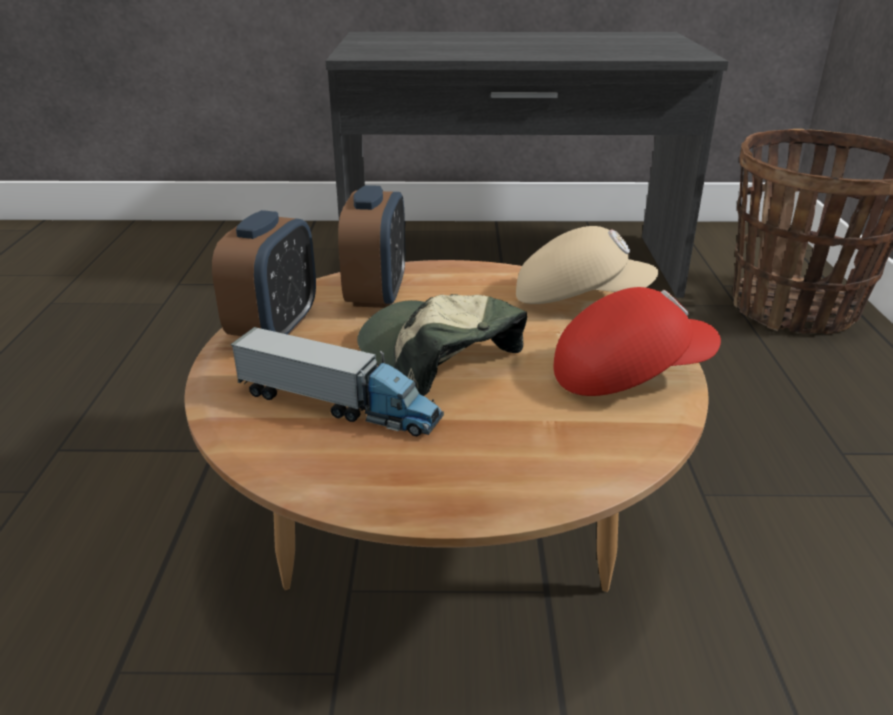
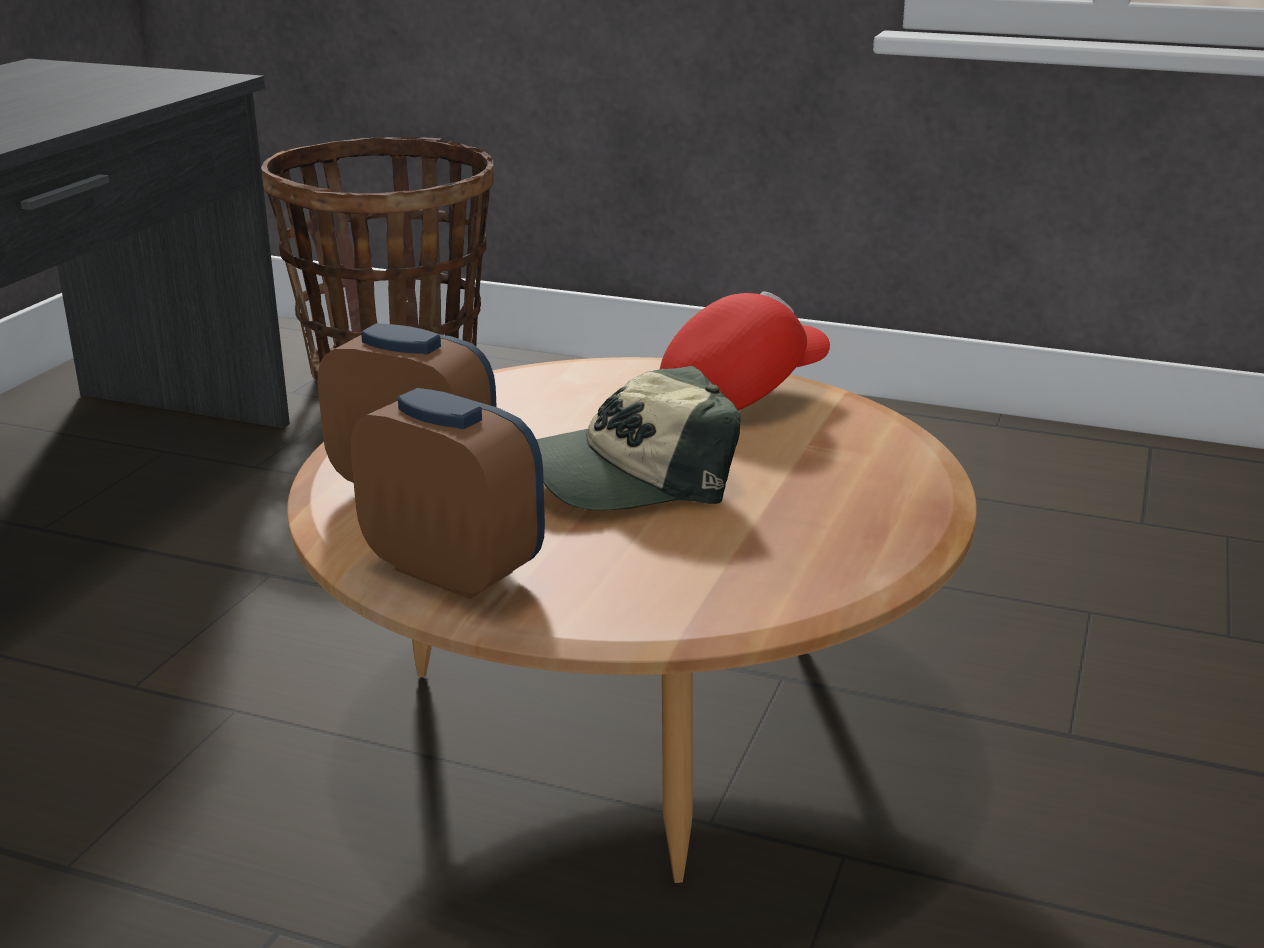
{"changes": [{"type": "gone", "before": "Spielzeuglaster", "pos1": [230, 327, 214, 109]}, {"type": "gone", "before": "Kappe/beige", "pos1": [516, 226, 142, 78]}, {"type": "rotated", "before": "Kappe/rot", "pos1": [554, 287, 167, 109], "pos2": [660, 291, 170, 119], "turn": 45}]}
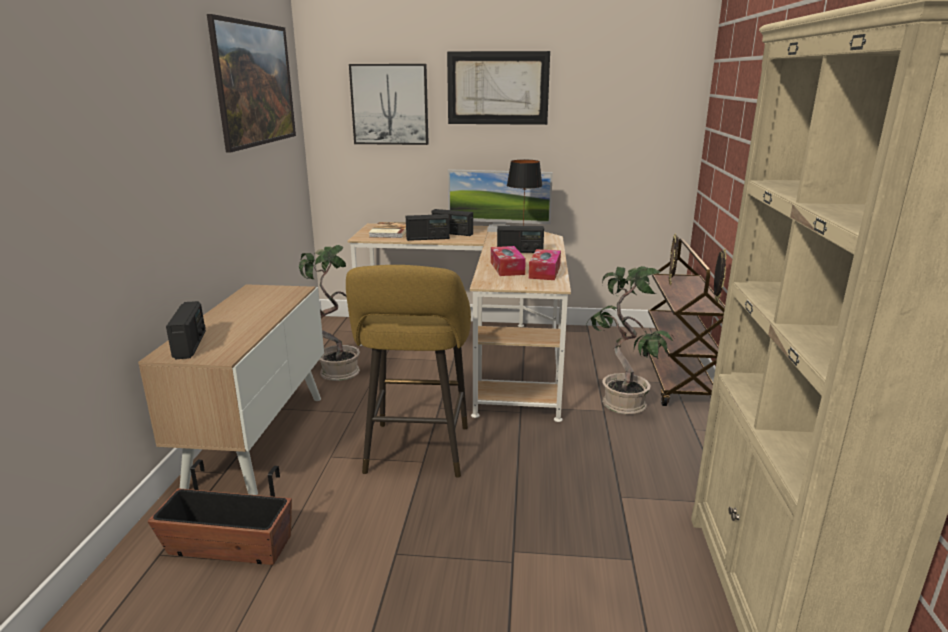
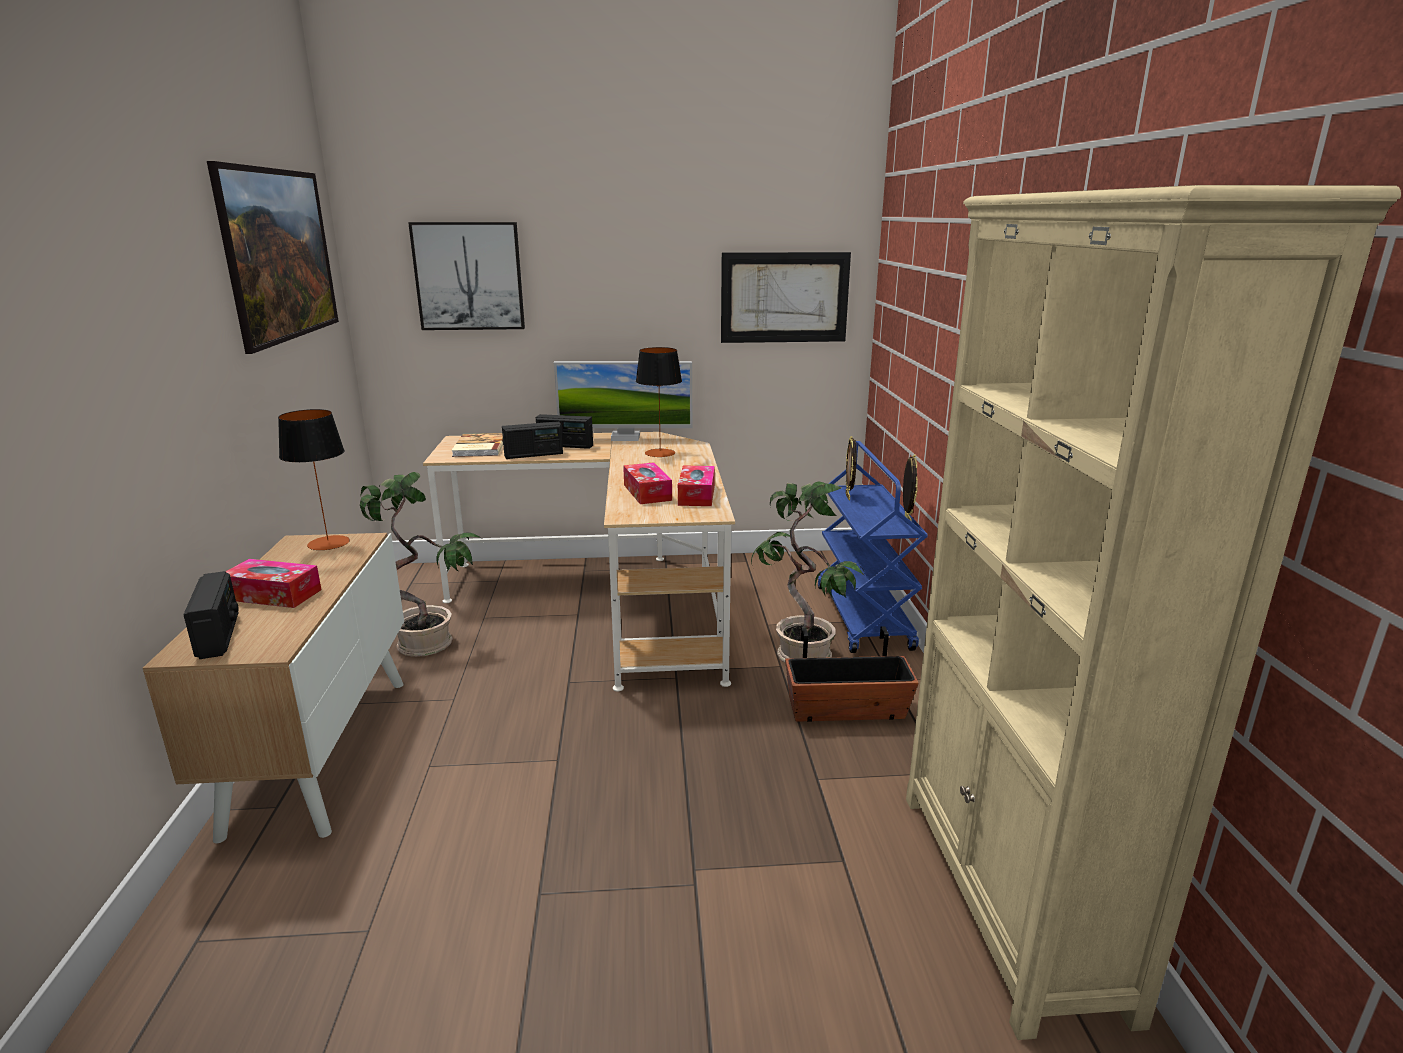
{"changes": [{"type": "gone", "before": "Hocker/gelb", "pos1": [346, 265, 125, 213]}, {"type": "gone", "before": "Radio", "pos1": [497, 226, 47, 27]}, {"type": "new", "after": "Taschentuchbox", "pos2": [226, 559, 96, 49]}, {"type": "new", "after": "Tischlampe", "pos2": [278, 409, 72, 141]}, {"type": "shifted", "before": "Pflanzkübel", "pos1": [147, 460, 145, 105], "pos2": [785, 626, 134, 96]}, {"type": "shifted", "before": "Bild", "pos1": [447, 51, 103, 74], "pos2": [721, 252, 130, 91]}, {"type": "repainted", "before": "Rollwagen/braun", "after": "Rollwagen/blau", "pos1": [643, 239, 82, 167], "pos2": [818, 441, 110, 212]}]}
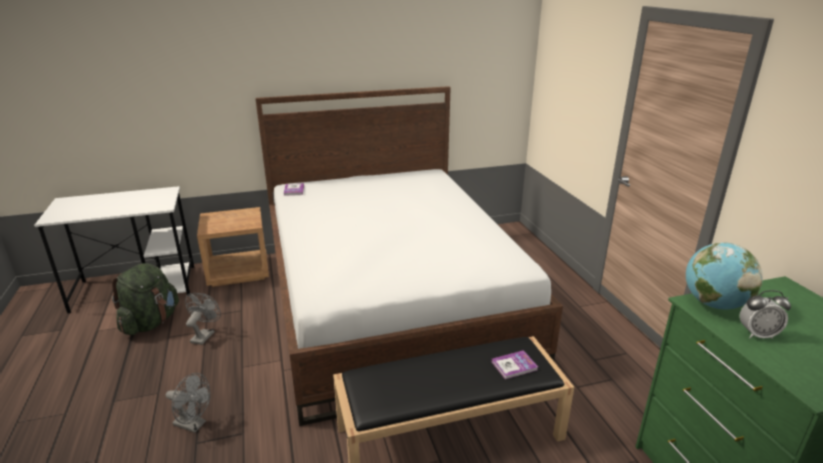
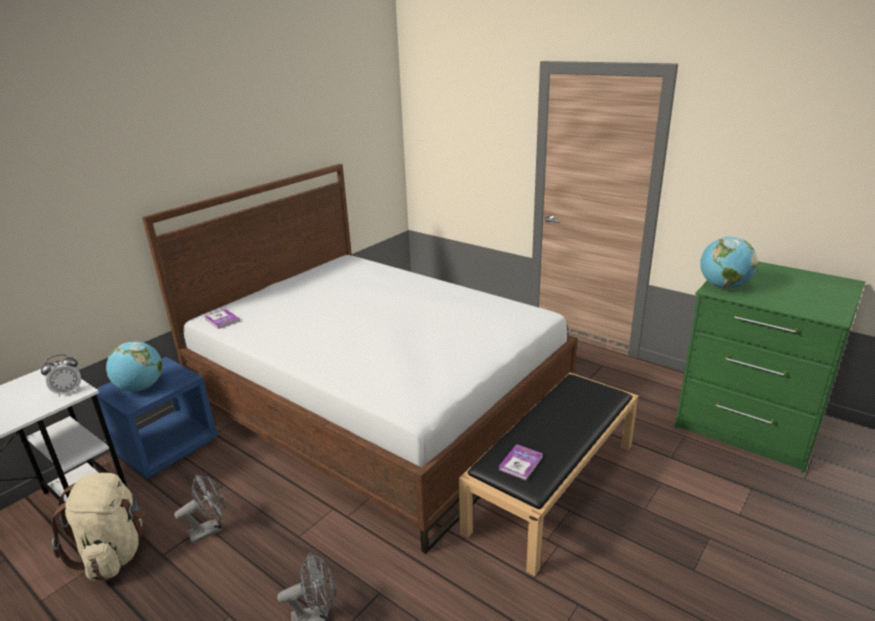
{"changes": [{"type": "new", "after": "Globus", "pos2": [106, 341, 56, 51]}, {"type": "shifted", "before": "Buch", "pos1": [491, 350, 47, 29], "pos2": [498, 444, 45, 36]}, {"type": "shifted", "before": "Wecker", "pos1": [740, 290, 51, 49], "pos2": [41, 354, 40, 43]}, {"type": "repainted", "before": "Rucksack/grün", "after": "Rucksack/beige", "pos1": [112, 263, 67, 72], "pos2": [52, 473, 92, 108]}, {"type": "repainted", "before": "Nachttisch/braun", "after": "Nachttisch/blau", "pos1": [197, 207, 72, 80], "pos2": [96, 357, 122, 121]}, {"type": "rotated", "before": "Ventilator/grau", "pos1": [185, 293, 36, 52], "pos2": [174, 475, 51, 69], "turn": 75}]}
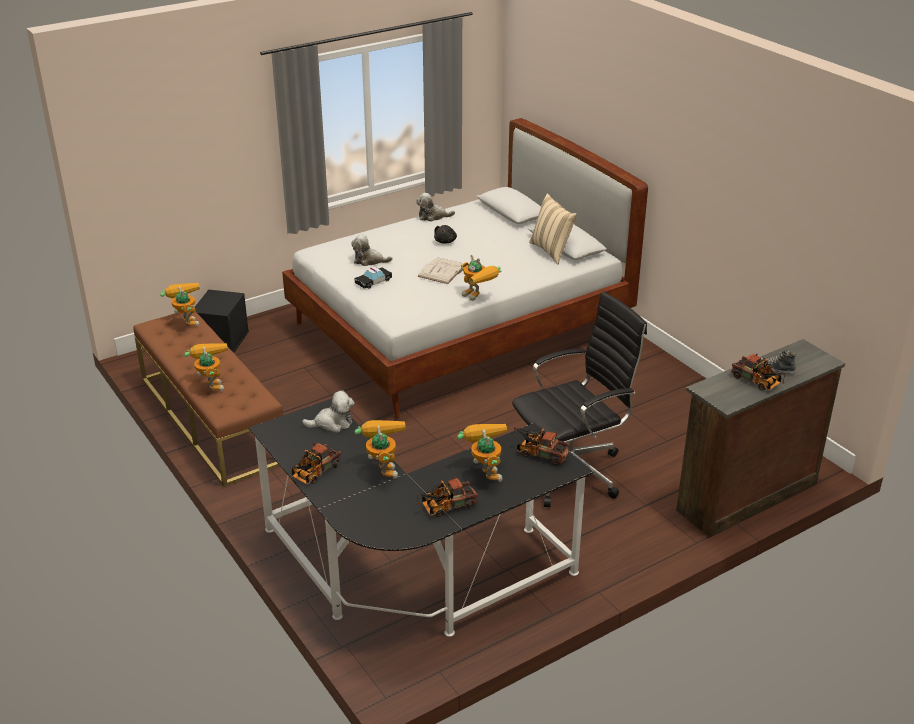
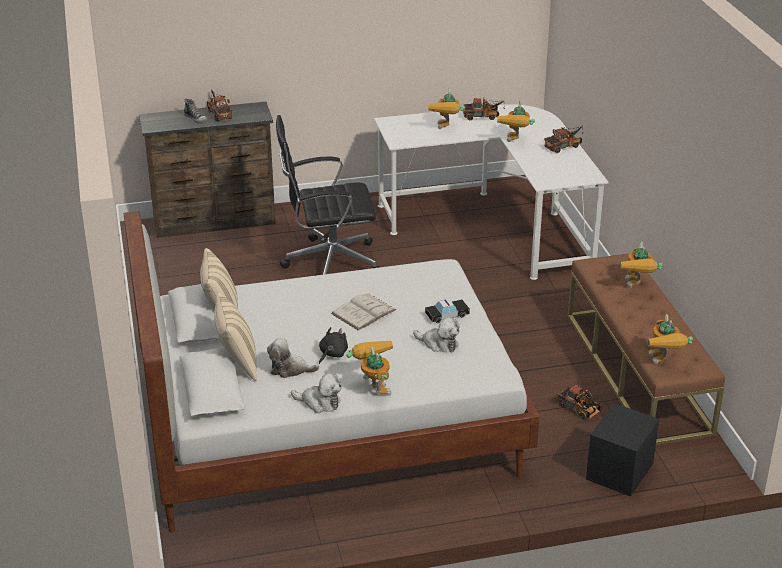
{"changes": [{"type": "new", "after": "Kissen/beige", "pos2": [214, 293, 43, 88]}, {"type": "shifted", "before": "Plüschtier", "pos1": [302, 390, 53, 43], "pos2": [267, 338, 52, 40]}, {"type": "shifted", "before": "Spielzeugroboter", "pos1": [461, 255, 40, 46], "pos2": [347, 340, 46, 56]}, {"type": "shifted", "before": "Spielzeuglaster", "pos1": [512, 427, 57, 38], "pos2": [557, 384, 45, 35]}, {"type": "repainted", "before": "Schreibtisch/schwarz", "after": "Schreibtisch/weiß", "pos1": [249, 398, 344, 239], "pos2": [374, 104, 235, 176]}]}
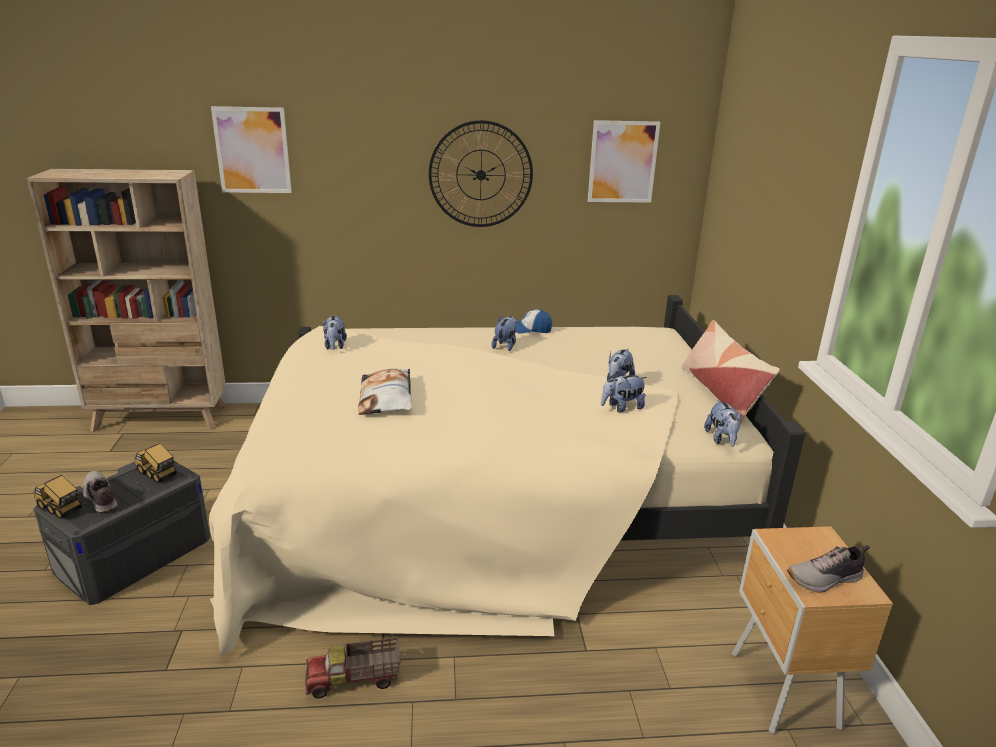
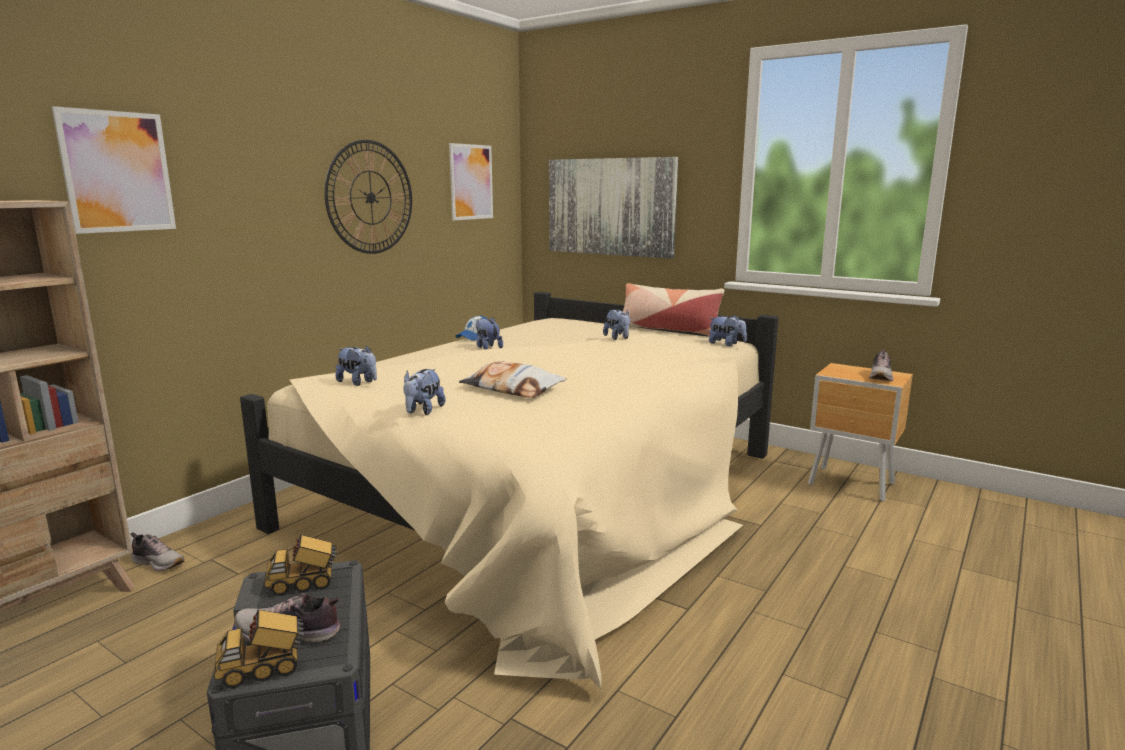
{"changes": [{"type": "gone", "before": "Spielzeuglaster", "pos1": [305, 637, 96, 62]}, {"type": "new", "after": "Schuh", "pos2": [131, 532, 54, 40]}, {"type": "new", "after": "Bild", "pos2": [549, 157, 129, 102]}, {"type": "shifted", "before": "Plüschtier", "pos1": [601, 372, 46, 40], "pos2": [403, 369, 42, 46]}]}
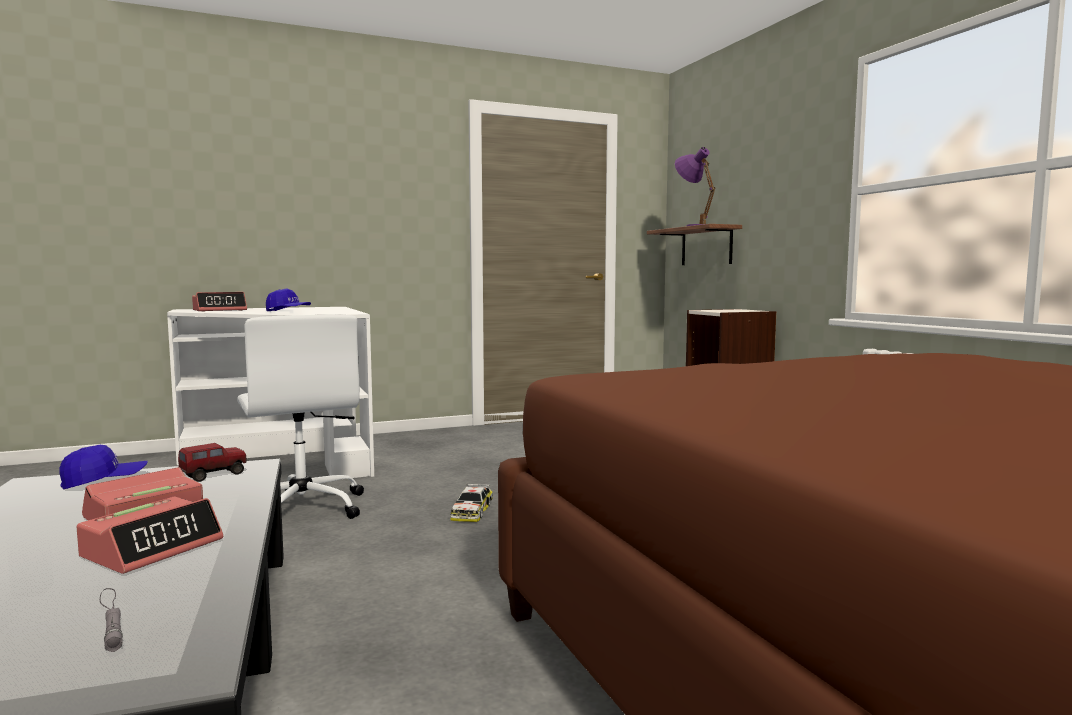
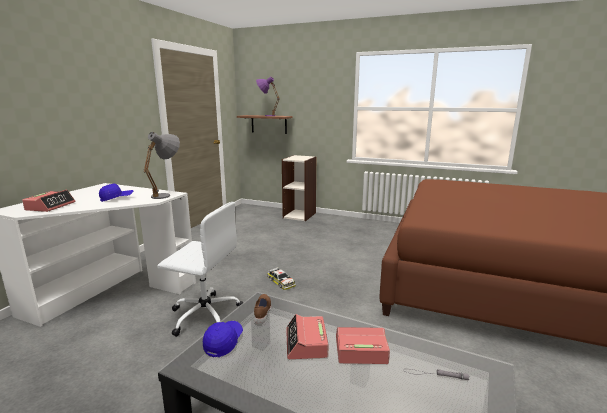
{"changes": [{"type": "new", "after": "Tischlampe/grau", "pos2": [143, 132, 37, 67]}, {"type": "swapped", "before": "Spielzeuglaster", "after": "Schuh/braun", "pos1": [178, 443, 69, 39], "pos2": [254, 294, 17, 30]}, {"type": "rotated", "before": "Wecker", "pos1": [77, 497, 146, 77], "pos2": [336, 327, 54, 37], "turn": -75}]}
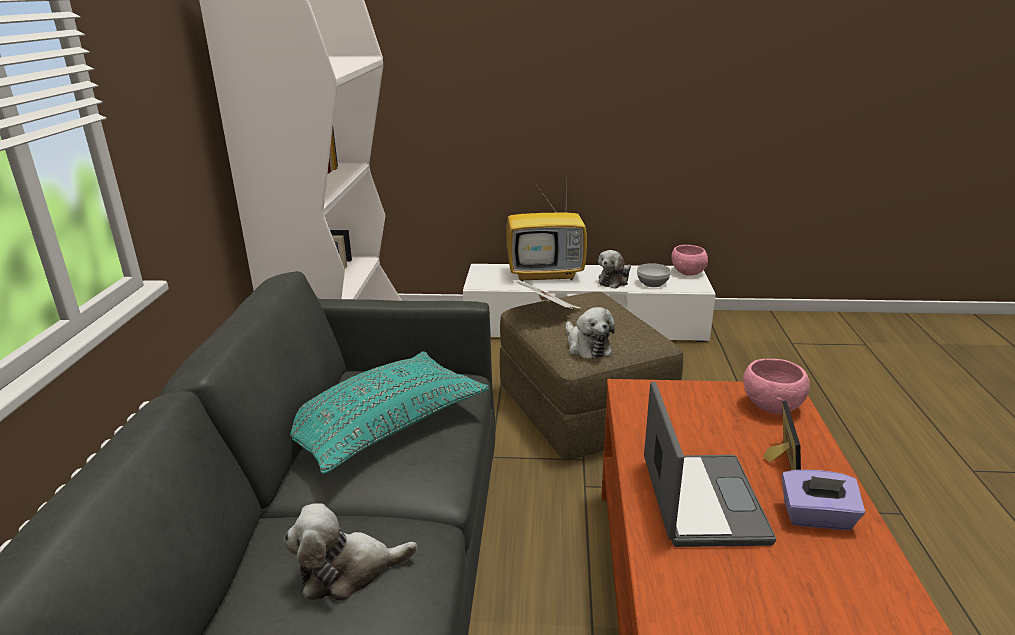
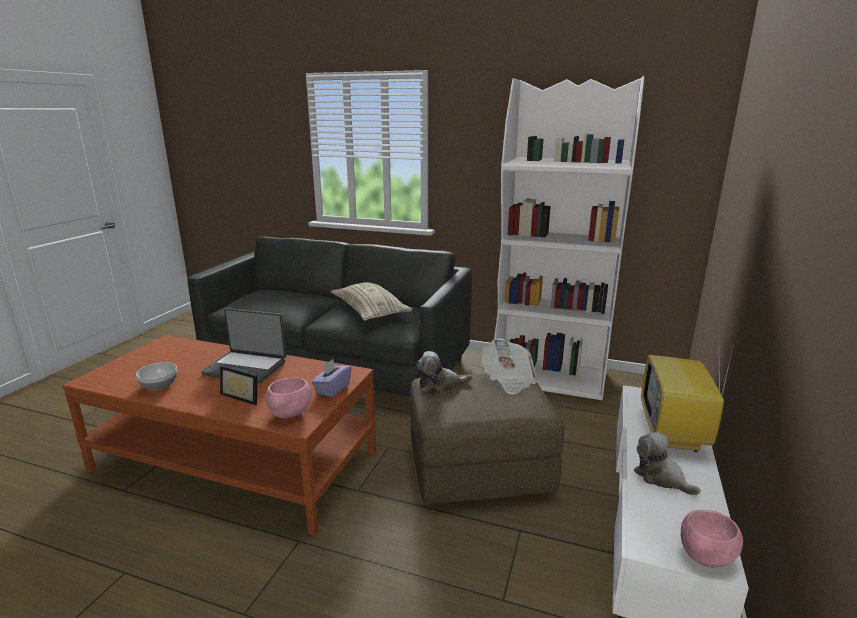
{"changes": [{"type": "gone", "before": "Plüschtier", "pos1": [284, 504, 134, 97]}, {"type": "shifted", "before": "Schüssel", "pos1": [637, 263, 34, 24], "pos2": [136, 362, 41, 28]}, {"type": "shifted", "before": "Taschentuchbox/lila", "pos1": [782, 470, 83, 60], "pos2": [312, 359, 40, 38]}, {"type": "repainted", "before": "Kissen/türkis", "after": "Kissen/beige", "pos1": [290, 351, 199, 123], "pos2": [331, 282, 82, 39]}]}
